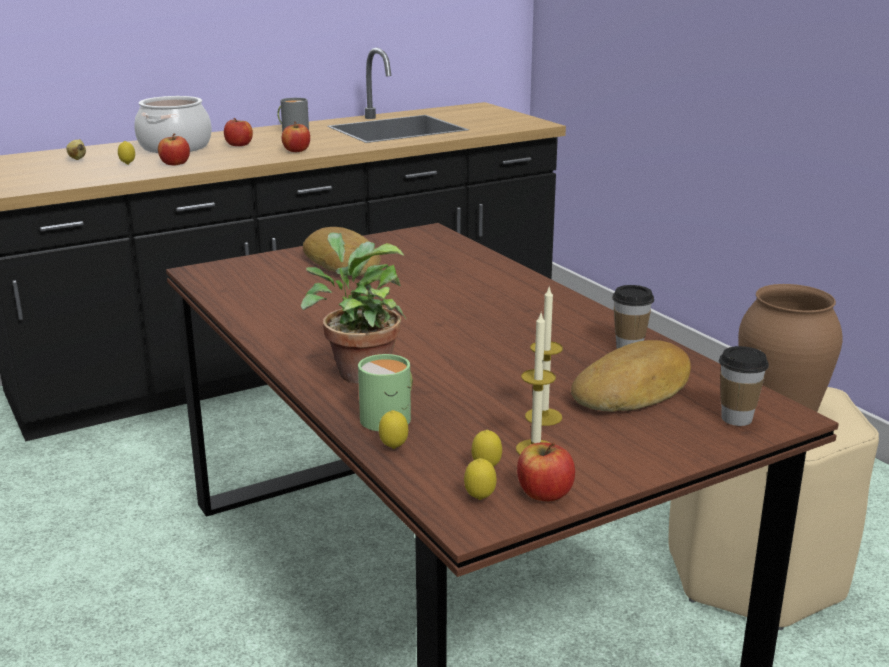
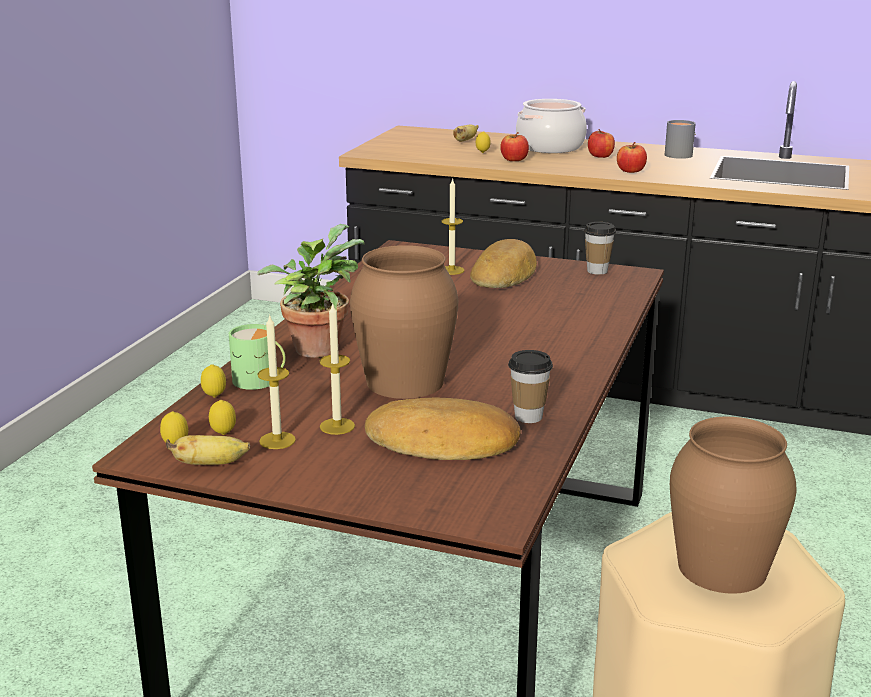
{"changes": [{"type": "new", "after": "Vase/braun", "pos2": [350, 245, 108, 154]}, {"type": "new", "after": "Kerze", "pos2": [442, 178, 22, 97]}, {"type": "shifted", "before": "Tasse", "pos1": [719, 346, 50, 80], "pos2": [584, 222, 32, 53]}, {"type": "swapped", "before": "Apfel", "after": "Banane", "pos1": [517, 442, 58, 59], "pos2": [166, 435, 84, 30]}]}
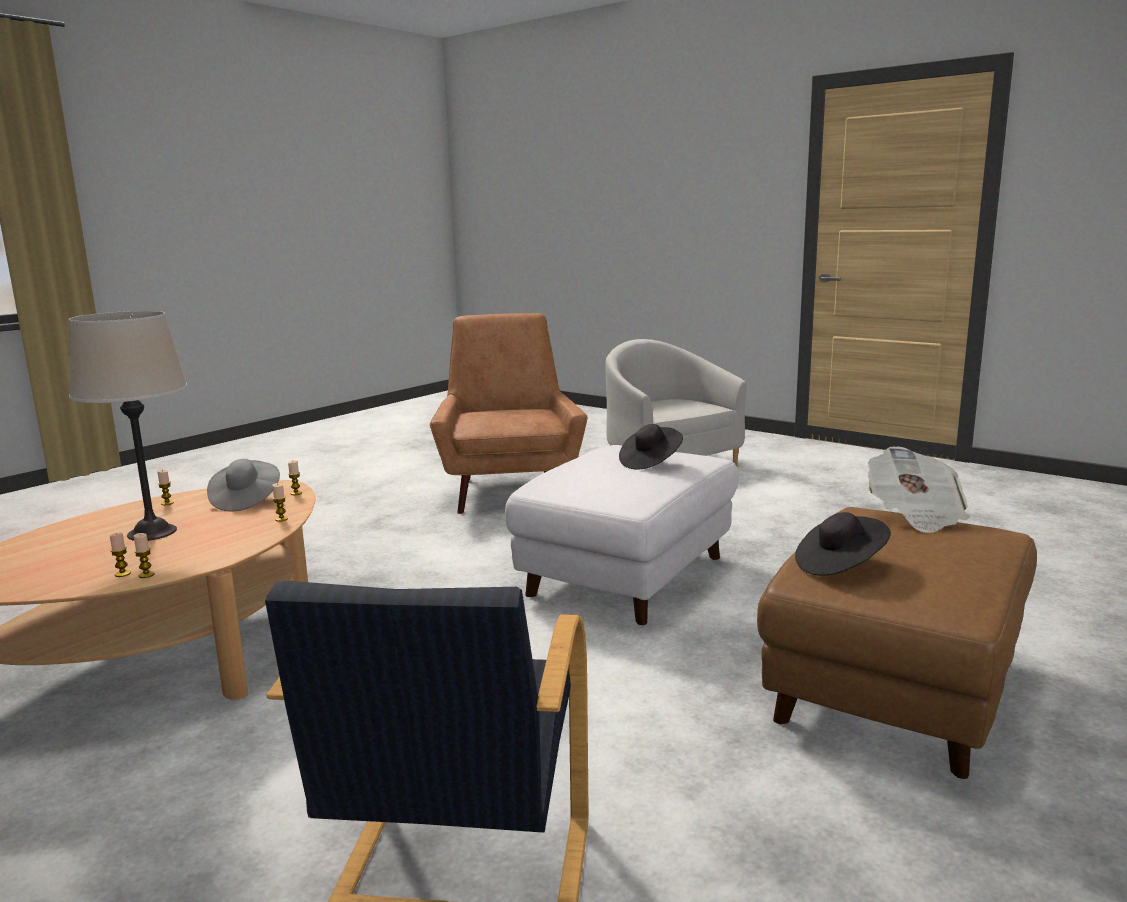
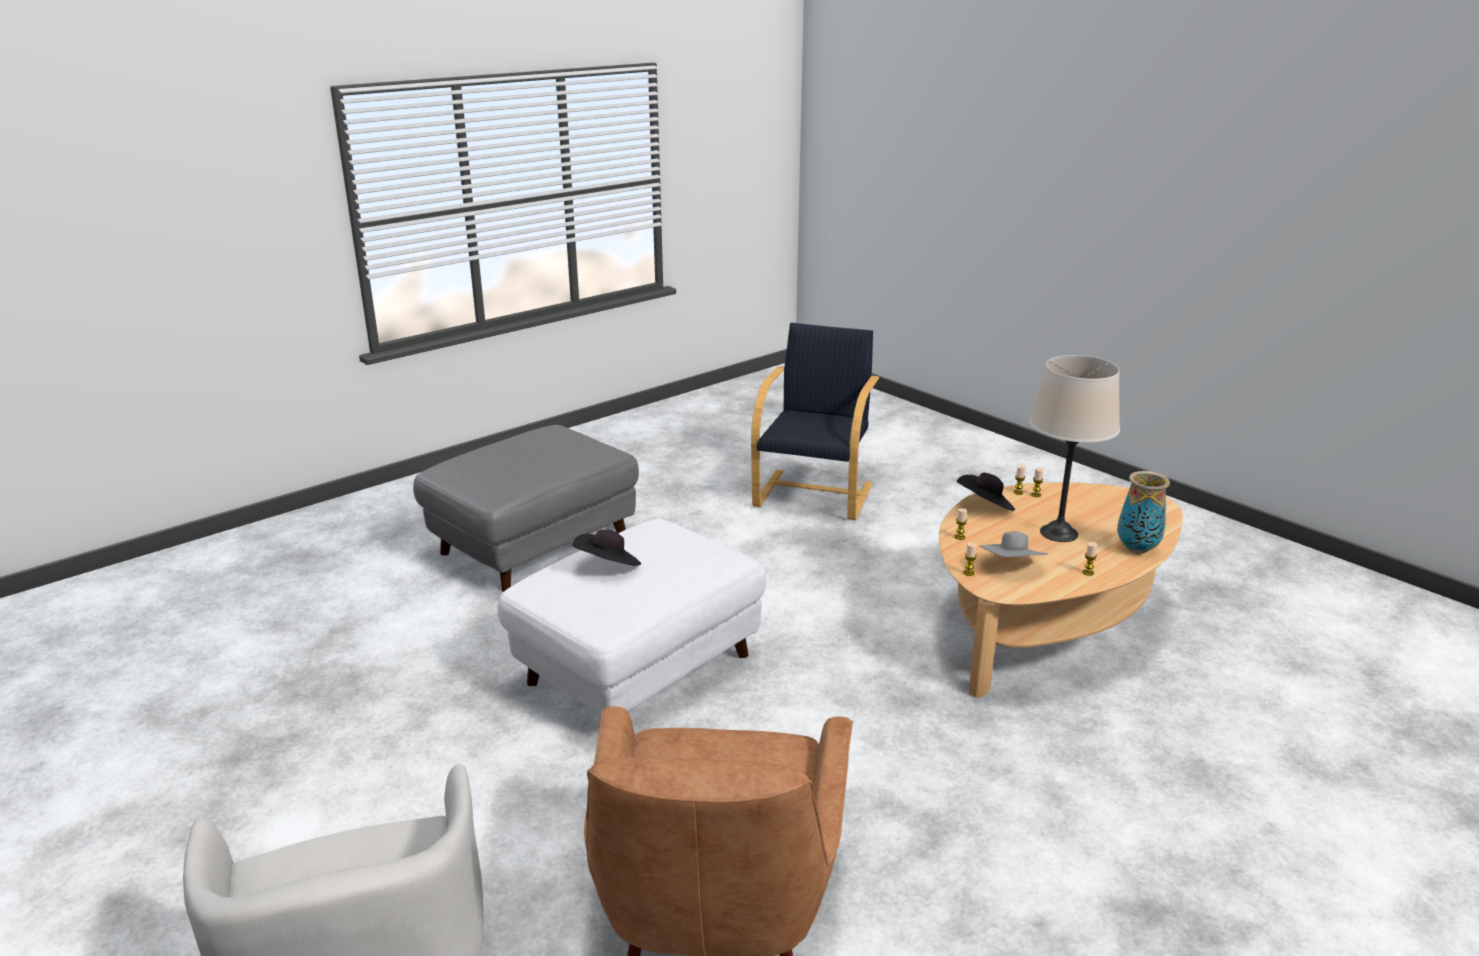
{"changes": [{"type": "gone", "before": "Zeitung", "pos1": [868, 446, 102, 87]}, {"type": "new", "after": "Vase", "pos2": [1117, 471, 53, 83]}, {"type": "shifted", "before": "Hut/schwarz", "pos1": [795, 512, 96, 63], "pos2": [957, 473, 58, 38]}, {"type": "repainted", "before": "Polsterhocker/braun", "after": "Polsterhocker/grau", "pos1": [757, 507, 280, 272], "pos2": [413, 425, 226, 167]}]}
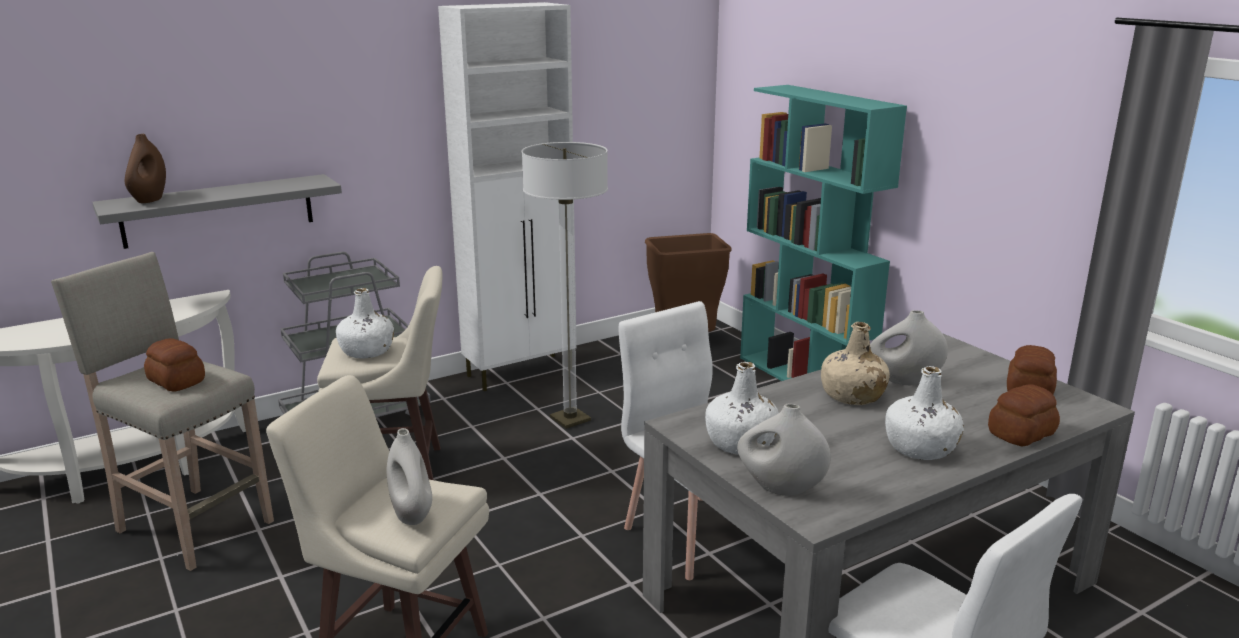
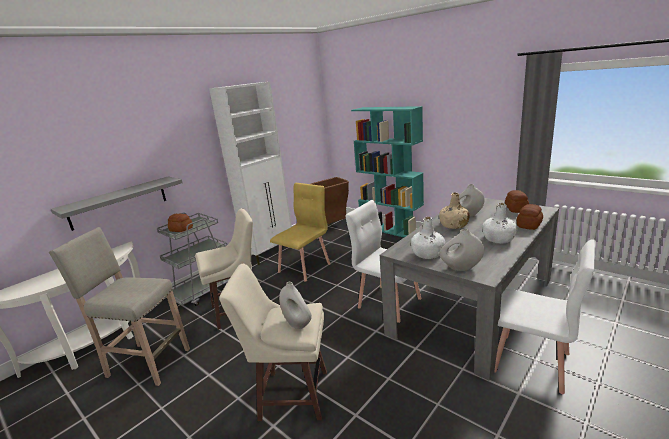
{"changes": [{"type": "gone", "before": "Vase/braun", "pos1": [125, 134, 41, 69]}, {"type": "gone", "before": "Flasche/weiß", "pos1": [336, 288, 58, 70]}, {"type": "shifted", "before": "Brot", "pos1": [144, 338, 61, 53], "pos2": [168, 214, 25, 18]}, {"type": "swapped", "before": "Stehlampe", "after": "Stuhl/gelb", "pos1": [522, 142, 86, 287], "pos2": [270, 183, 60, 99]}]}
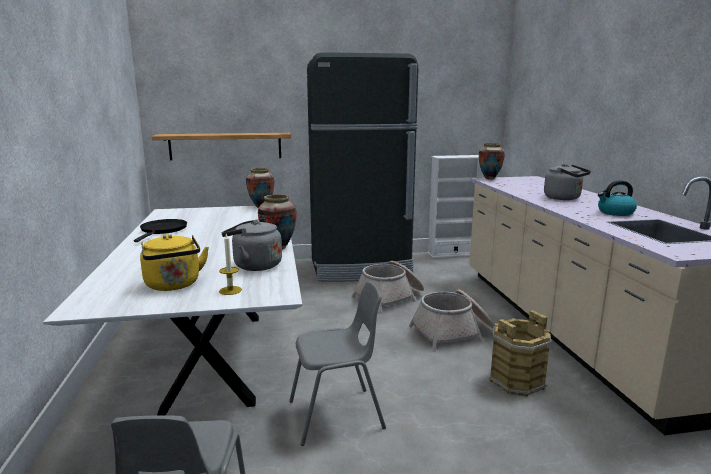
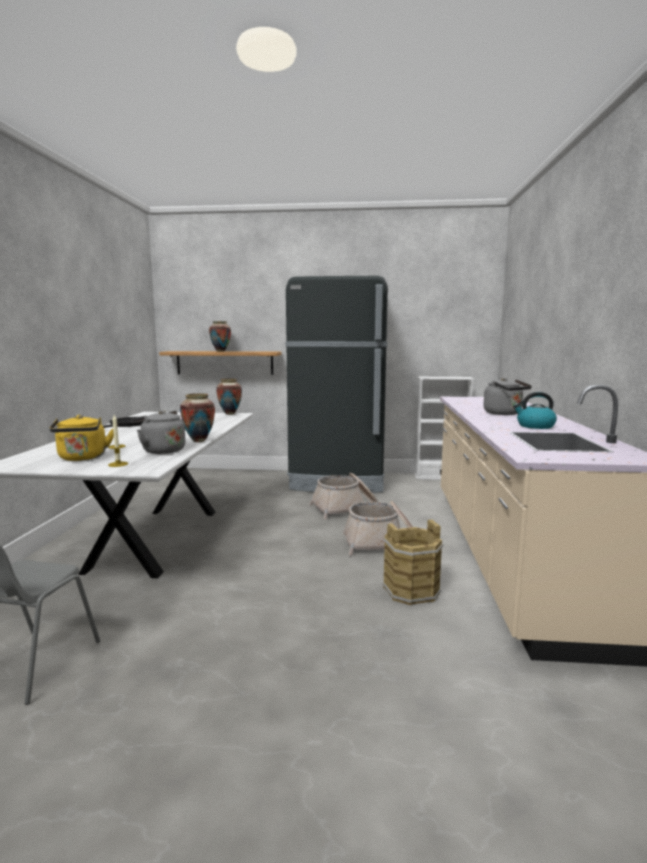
{"changes": [{"type": "gone", "before": "Stuhl/grau", "pos1": [289, 281, 97, 165]}, {"type": "shifted", "before": "Vase", "pos1": [479, 143, 26, 37], "pos2": [209, 321, 22, 31]}]}
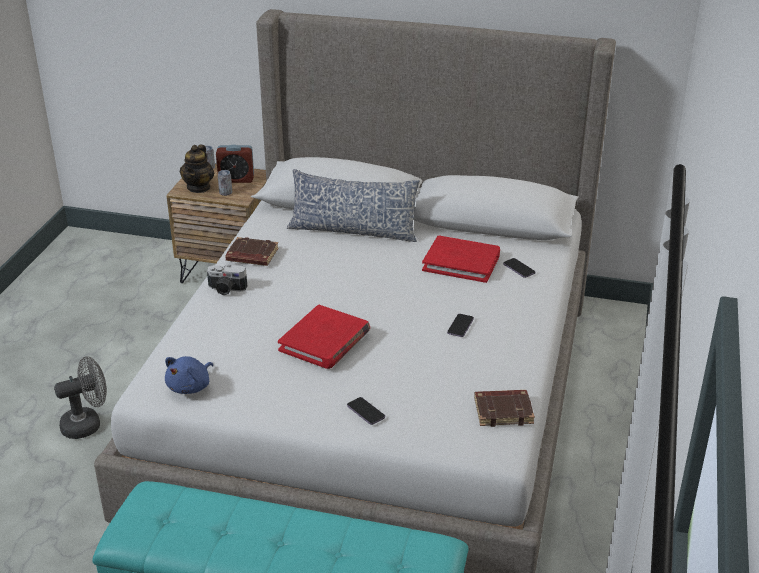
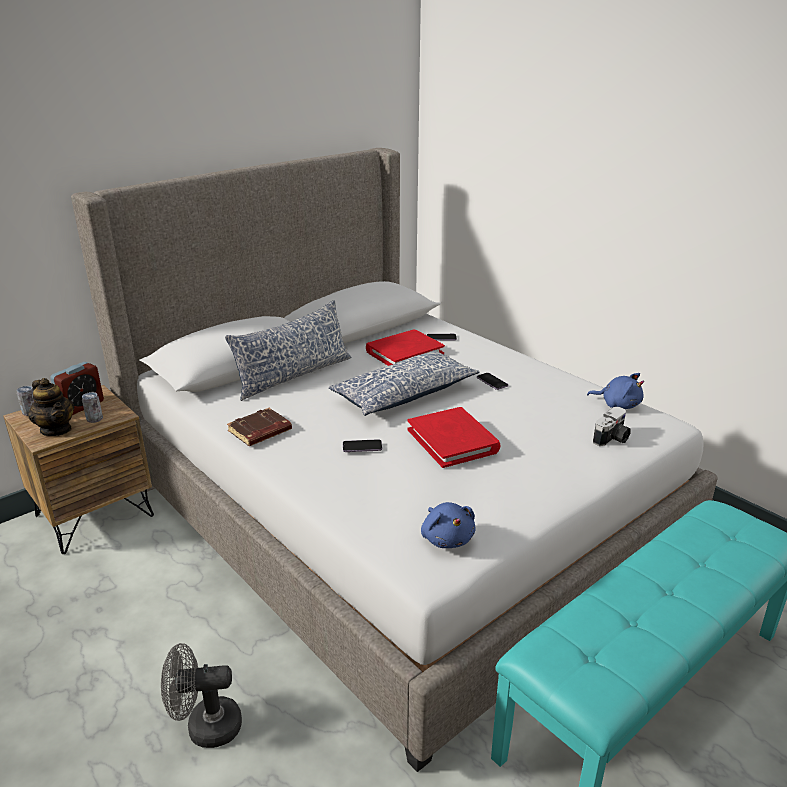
{"changes": [{"type": "new", "after": "Kissen", "pos2": [329, 350, 151, 66]}, {"type": "shifted", "before": "Kamera", "pos1": [207, 264, 41, 31], "pos2": [593, 407, 38, 39]}, {"type": "shifted", "before": "Handy", "pos1": [347, 397, 38, 28], "pos2": [343, 439, 39, 13]}, {"type": "swapped", "before": "Buch/braun", "after": "Plüschtier/blau", "pos1": [474, 390, 61, 37], "pos2": [587, 373, 57, 36]}, {"type": "rotated", "before": "Ventilator/grau", "pos1": [54, 356, 53, 83], "pos2": [161, 643, 81, 105], "turn": -105}]}
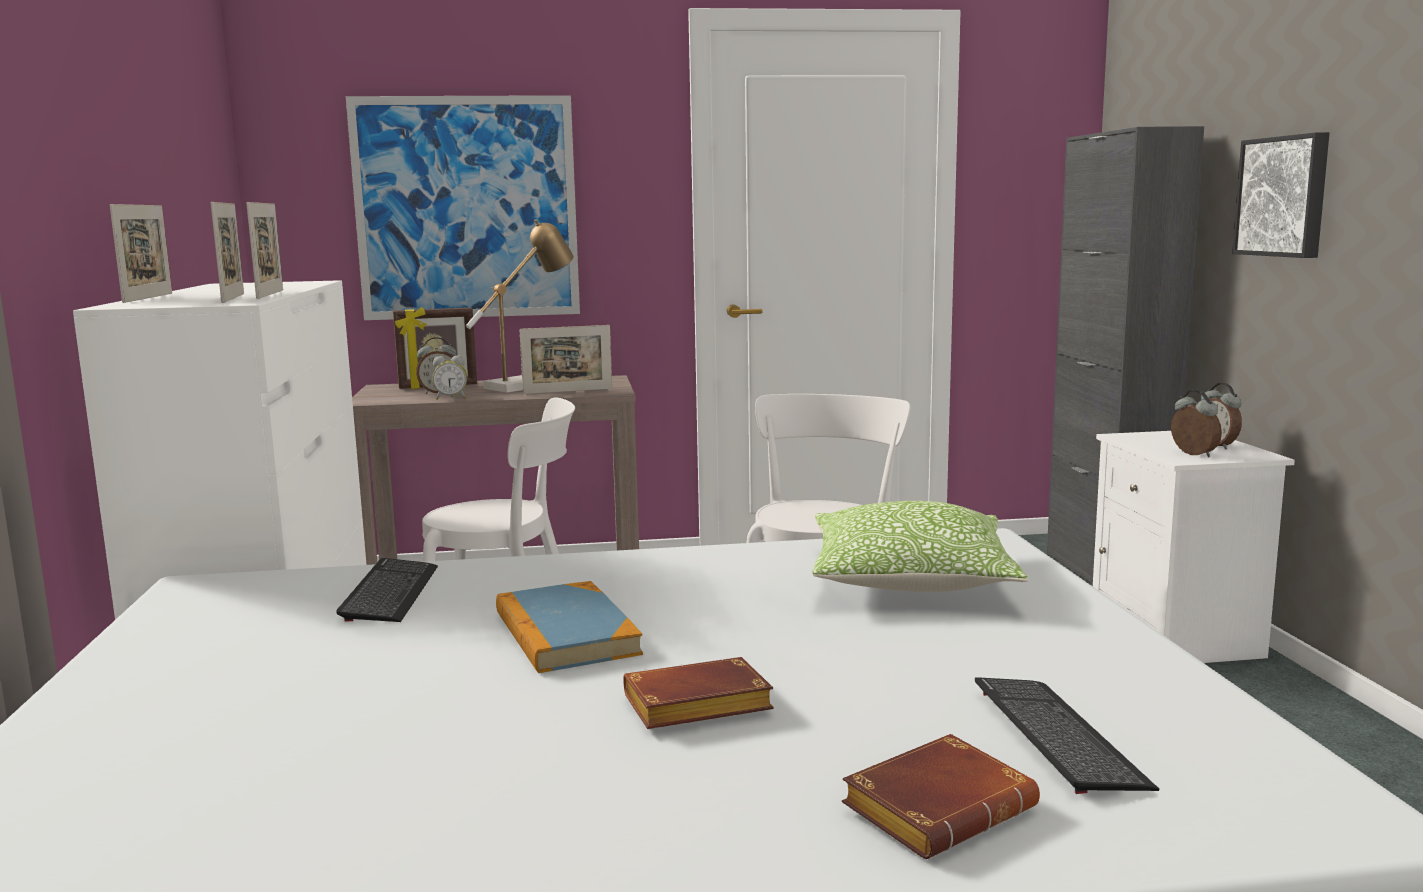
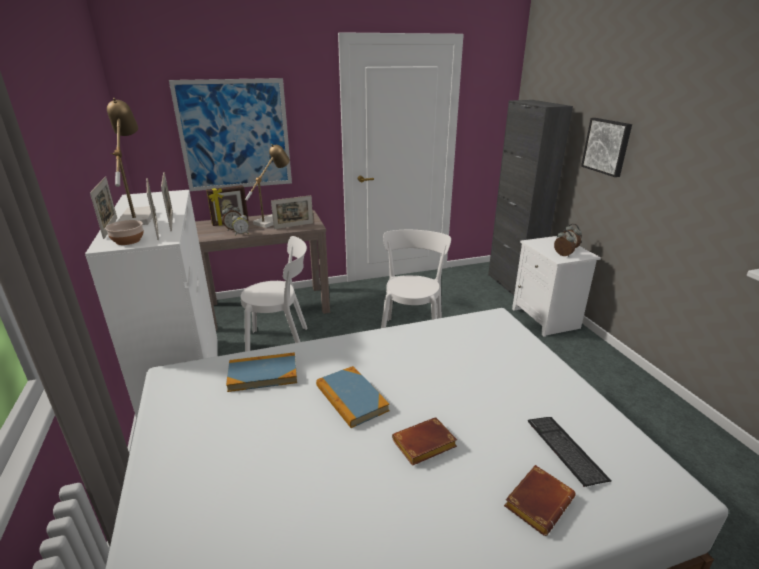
{"changes": [{"type": "gone", "before": "Kissen", "pos1": [812, 501, 216, 91]}, {"type": "new", "after": "Schüssel", "pos2": [105, 220, 39, 25]}, {"type": "new", "after": "Tischlampe", "pos2": [107, 98, 49, 127]}, {"type": "swapped", "before": "Tastatur", "after": "Buch", "pos1": [336, 558, 102, 64], "pos2": [226, 352, 71, 40]}]}
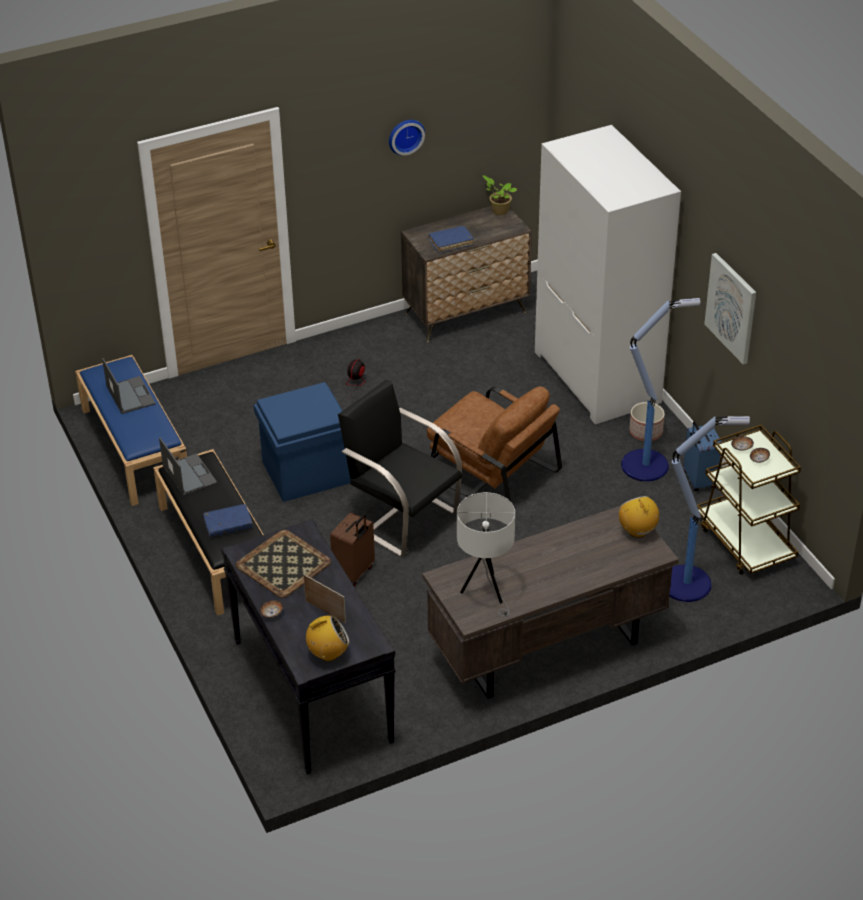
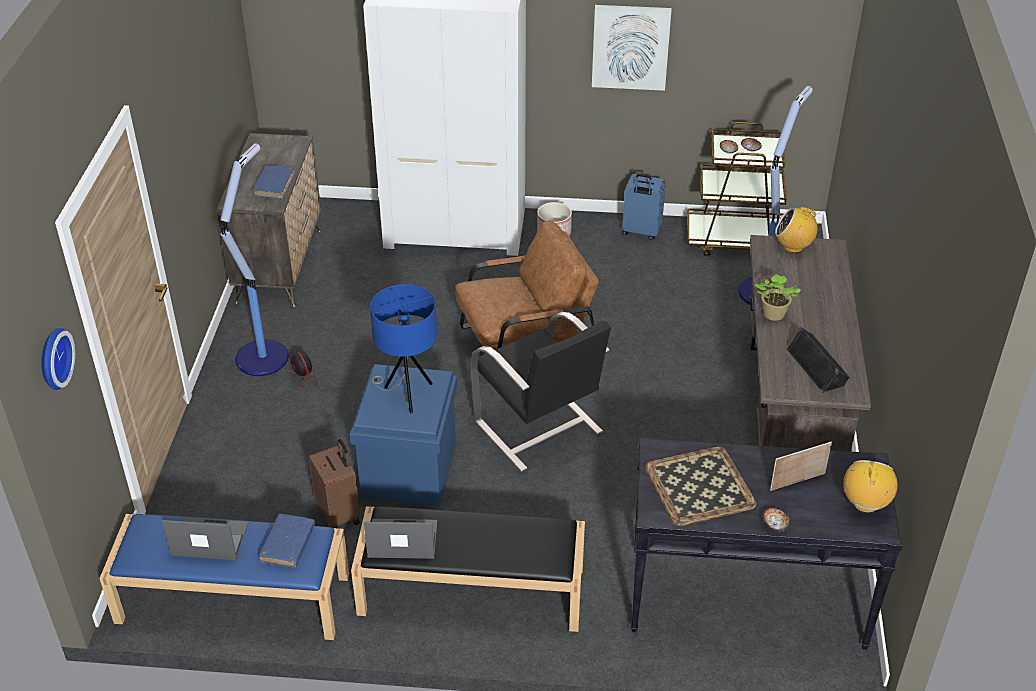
{"changes": [{"type": "new", "after": "Tischlampe/blau", "pos2": [370, 284, 67, 129]}, {"type": "shifted", "before": "Buch/blau", "pos1": [203, 504, 49, 33], "pos2": [259, 514, 56, 54]}, {"type": "shifted", "before": "Koffer/braun", "pos1": [330, 513, 45, 74], "pos2": [308, 439, 52, 89]}, {"type": "shifted", "before": "Wanduhr", "pos1": [389, 120, 36, 35], "pos2": [41, 327, 34, 63]}, {"type": "shifted", "before": "Topfpflanze", "pos1": [483, 175, 34, 40], "pos2": [754, 274, 47, 47]}, {"type": "shifted", "before": "Stehlampe", "pos1": [621, 298, 79, 184], "pos2": [220, 143, 69, 233]}, {"type": "swapped", "before": "Tischlampe/weiß", "after": "Lautsprecher/schwarz", "pos1": [457, 492, 58, 125], "pos2": [786, 327, 64, 66]}, {"type": "rotated", "before": "Sessel/schwarz", "pos1": [338, 380, 124, 177], "pos2": [470, 312, 141, 160], "turn": -105}]}
